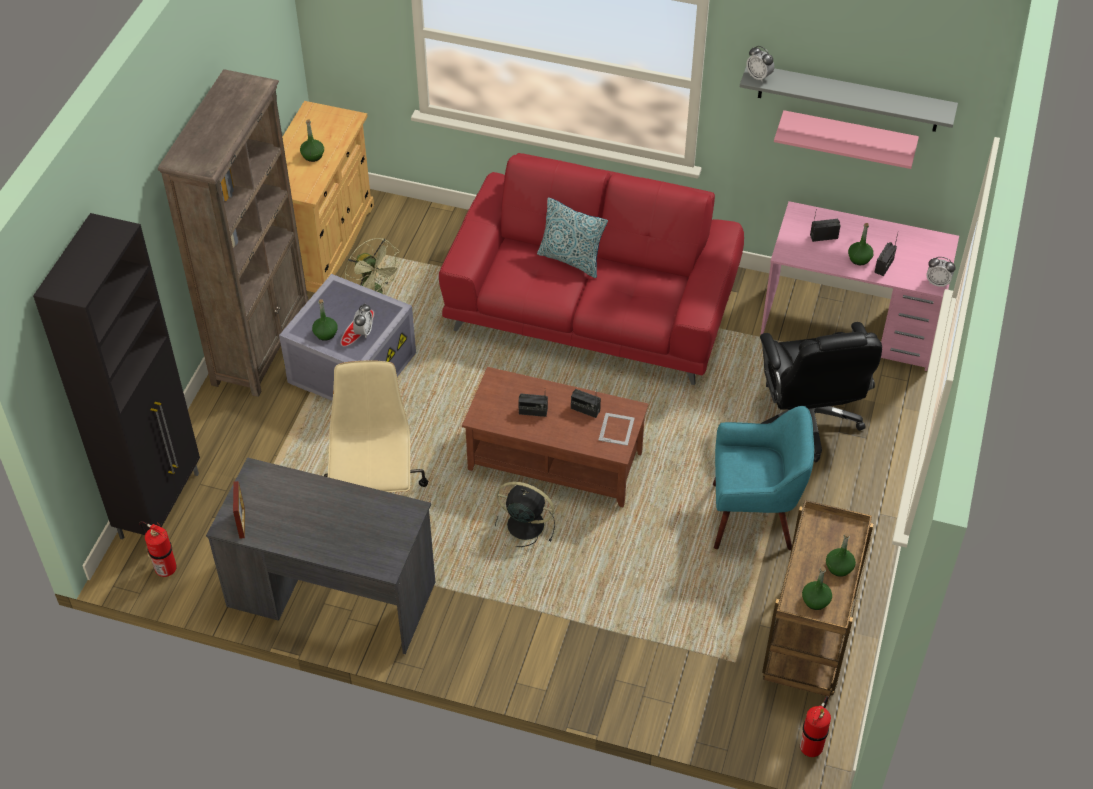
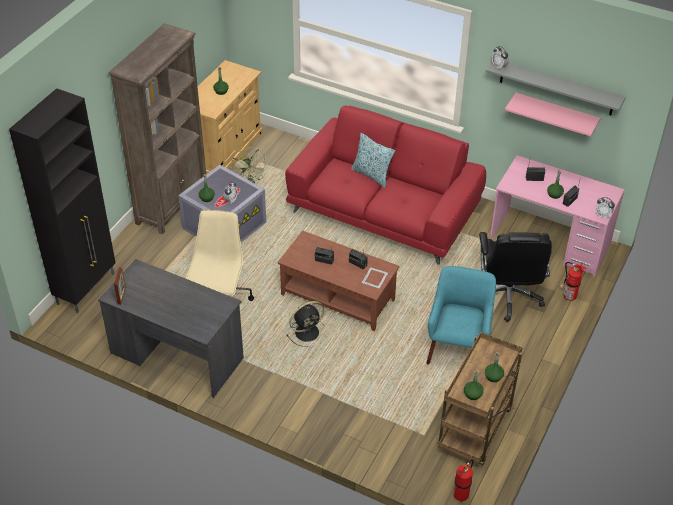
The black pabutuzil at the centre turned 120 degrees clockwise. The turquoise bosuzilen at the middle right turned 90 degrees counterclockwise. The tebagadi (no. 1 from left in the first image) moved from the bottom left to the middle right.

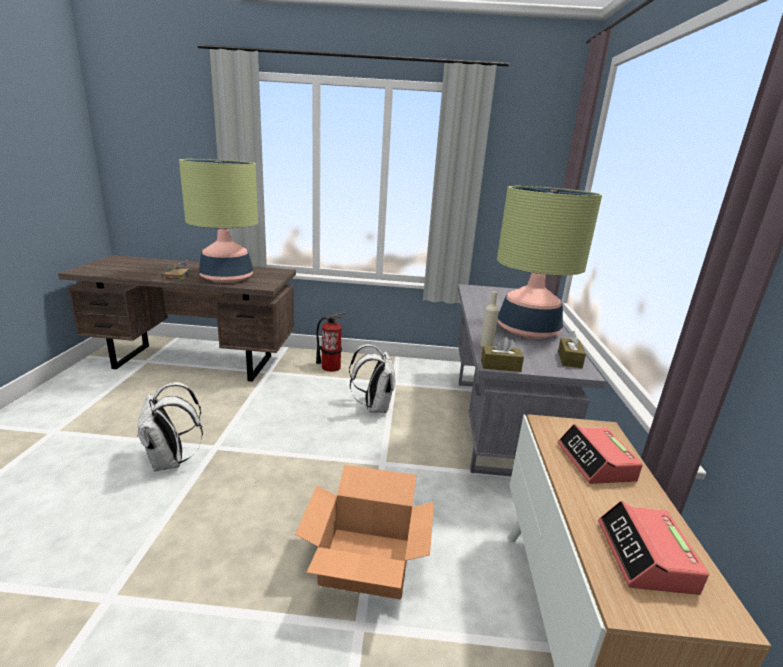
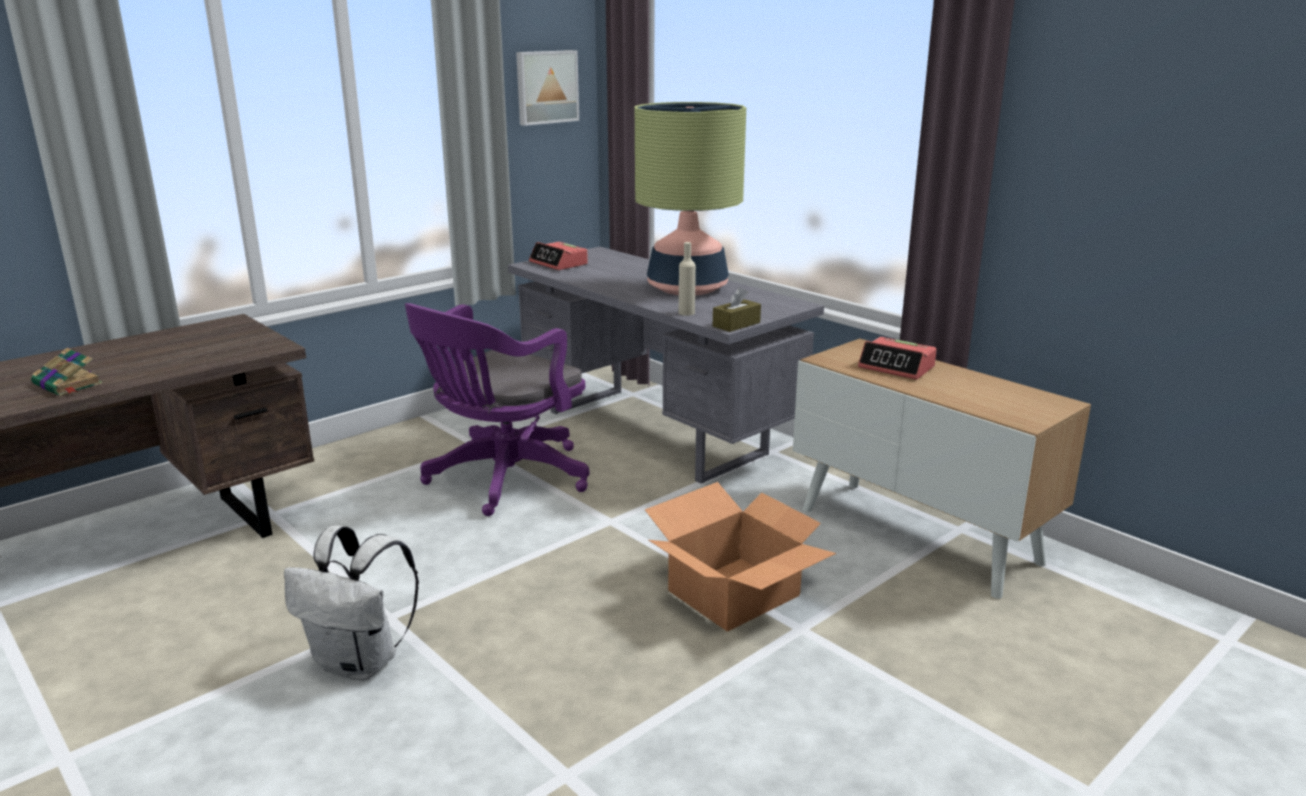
The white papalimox (no. 2 from left) at the centre was replaced by the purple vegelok at the centre. The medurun at the top centre appeared. The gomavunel (no. 2 from left in the first image) moved from the bottom right to the top centre. The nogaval (no. 1 from left) at the top left disappeared. The tebagadi at the centre disappeared. The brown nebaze (no. 2 from left) at the middle right disappeared.

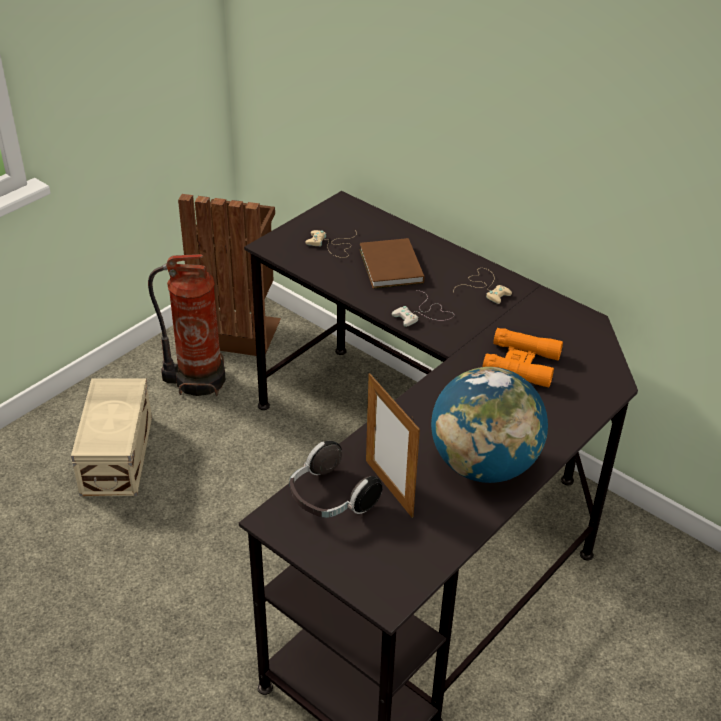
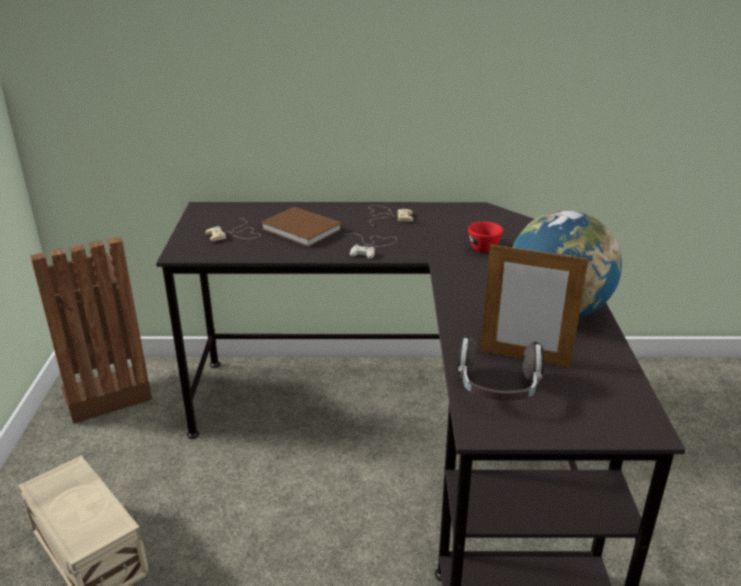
The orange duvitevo at the middle right was replaced by the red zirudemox at the centre. The tebagadi at the middle left disappeared.

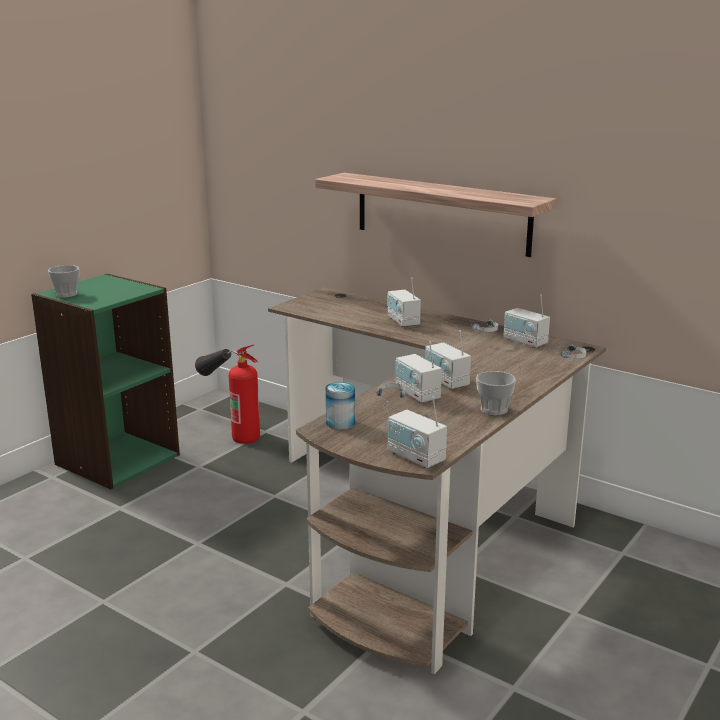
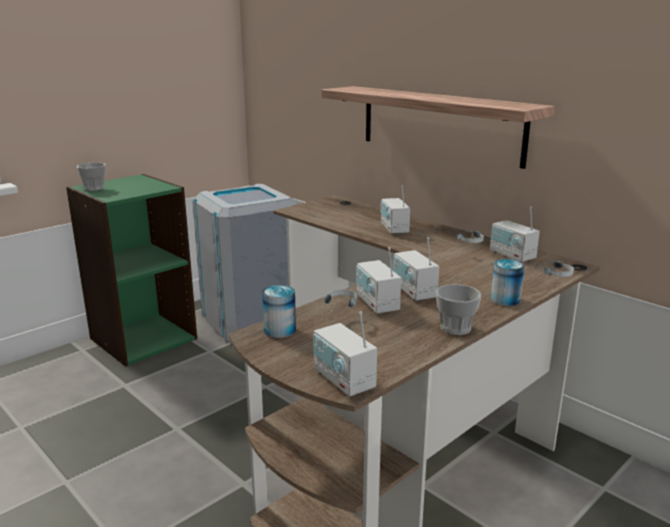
The tebagadi at the middle left was replaced by the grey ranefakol at the centre. The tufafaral (no. 2 from left) at the middle right appeared.

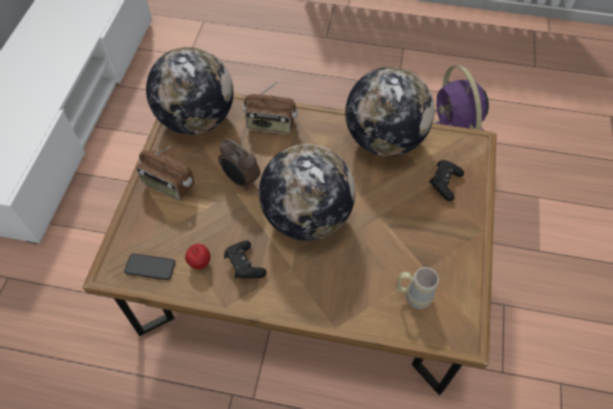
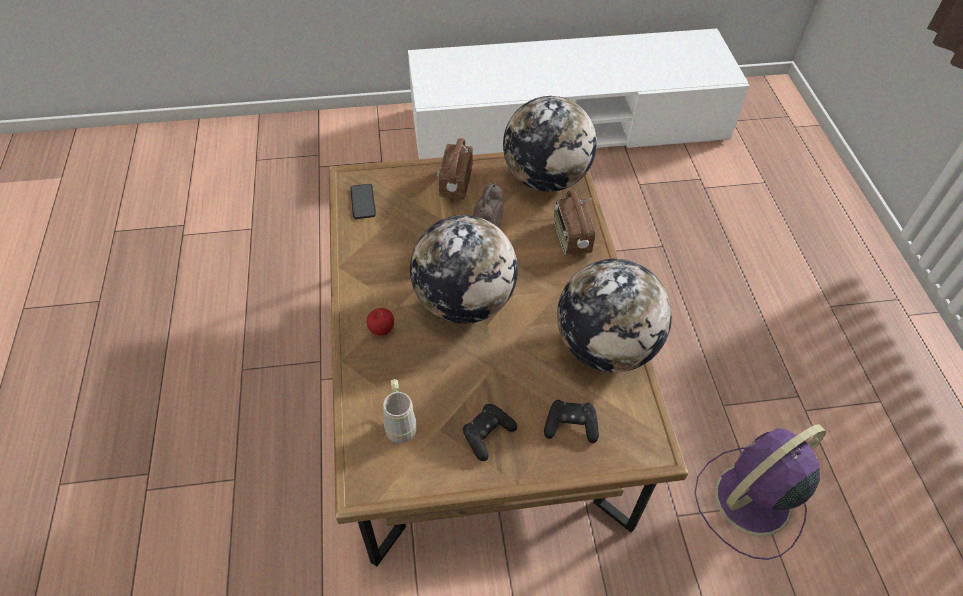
The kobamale moved from the middle left to the centre. The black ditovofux (no. 1 from left) moved from the centre to the bottom centre.

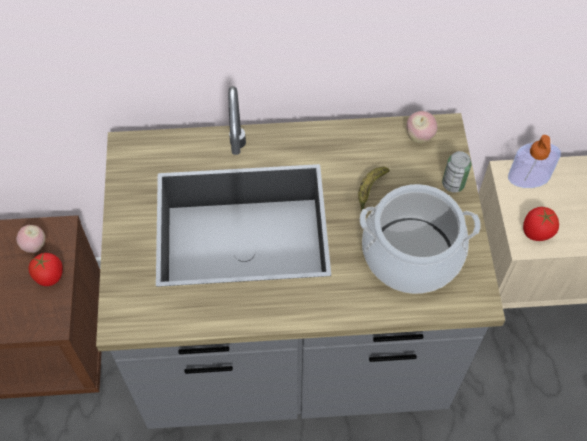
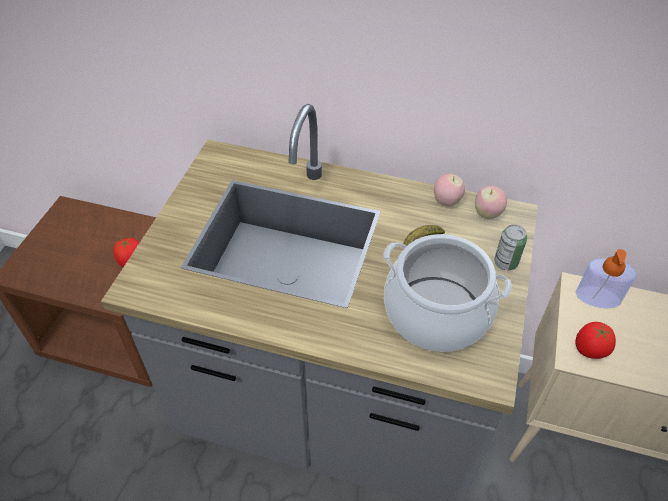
The kobamale (no. 1 from left) moved from the middle left to the middle right.

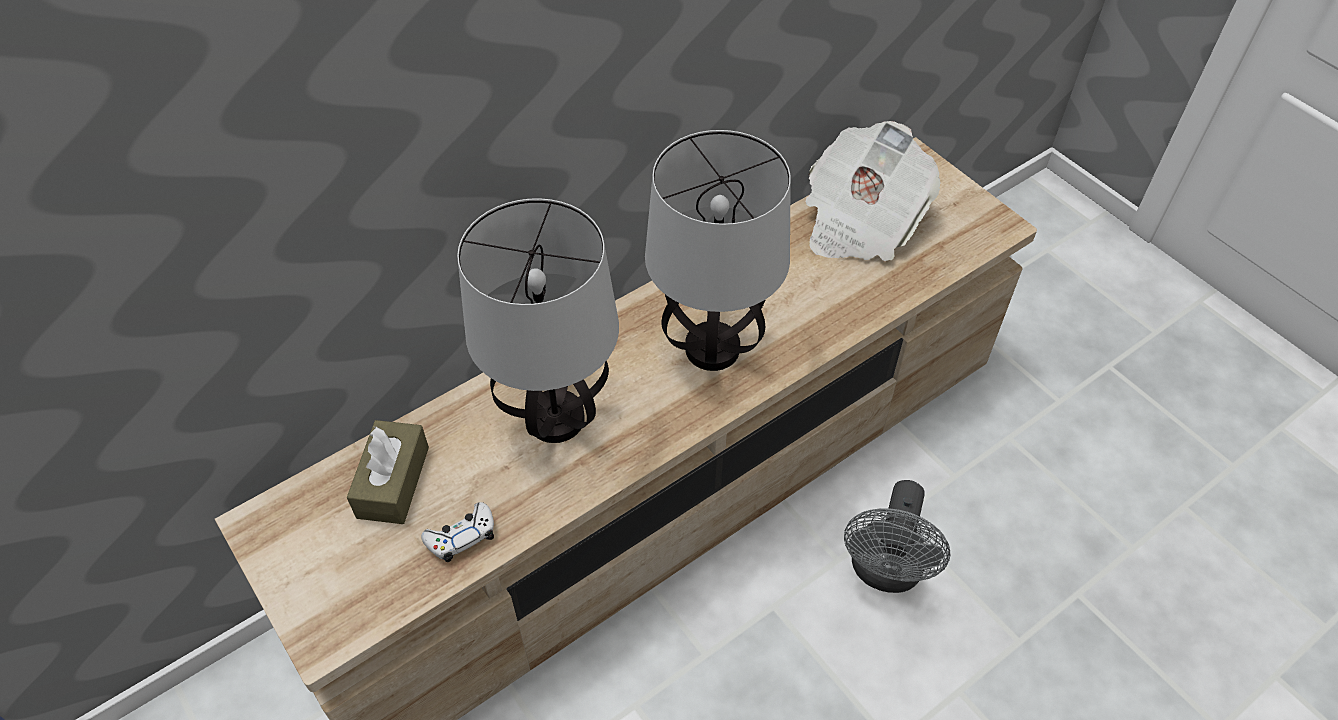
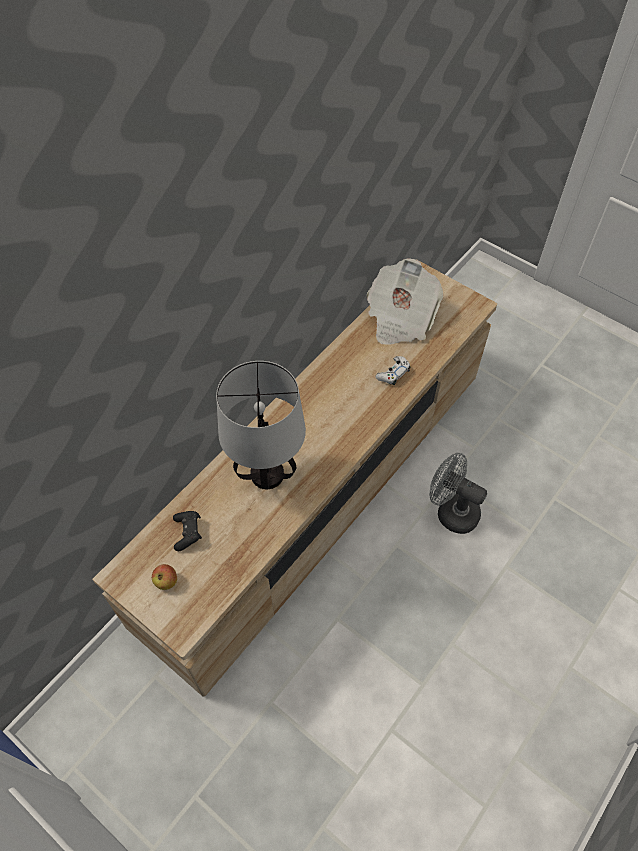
The kobamale at the bottom left appeared. The brown nebaze at the middle left was replaced by the black ditovofux at the middle left. The white ditovofux moved from the bottom centre to the centre. The grey pabutuzil at the bottom right turned 120 degrees clockwise. The nogaval (no. 2 from left) at the centre disappeared.

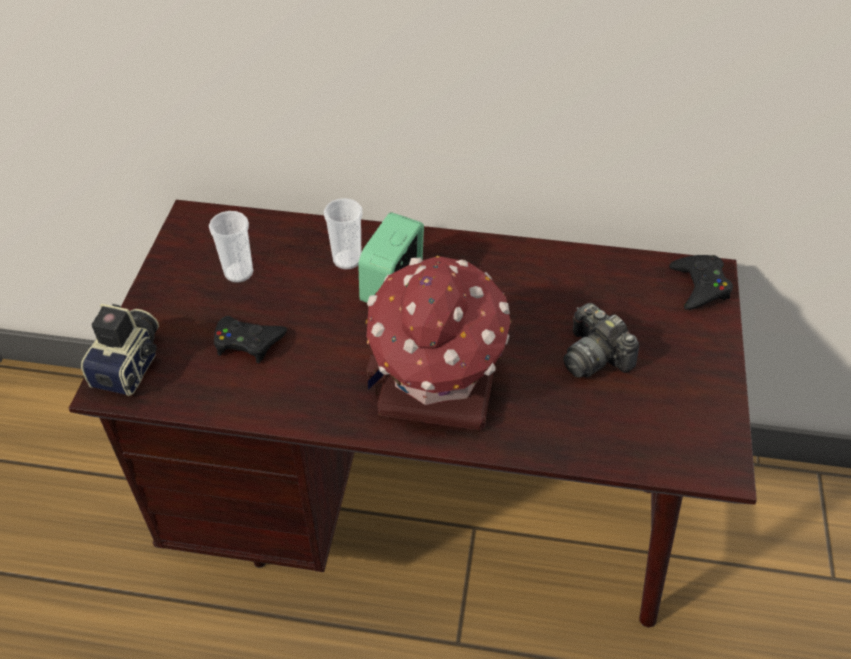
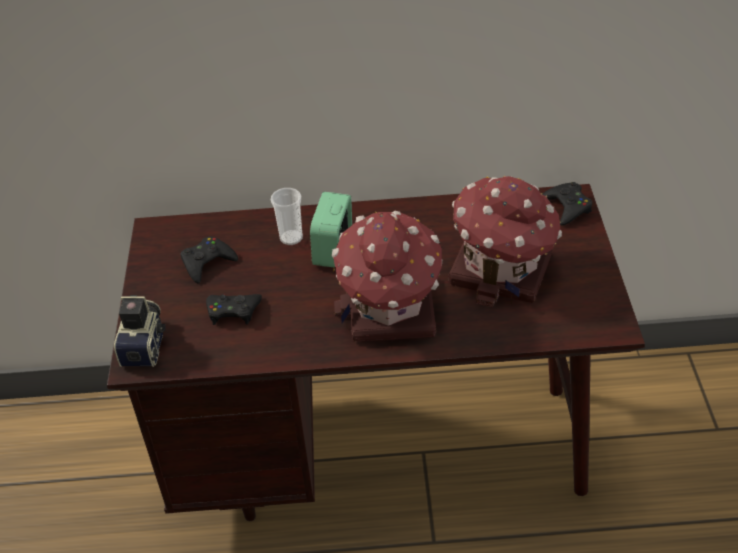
The zirudemox (no. 1 from left) at the middle left was replaced by the black ditovofux (no. 1 from left) at the middle left. The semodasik (no. 2 from left) at the middle right was replaced by the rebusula (no. 2 from left) at the middle right.

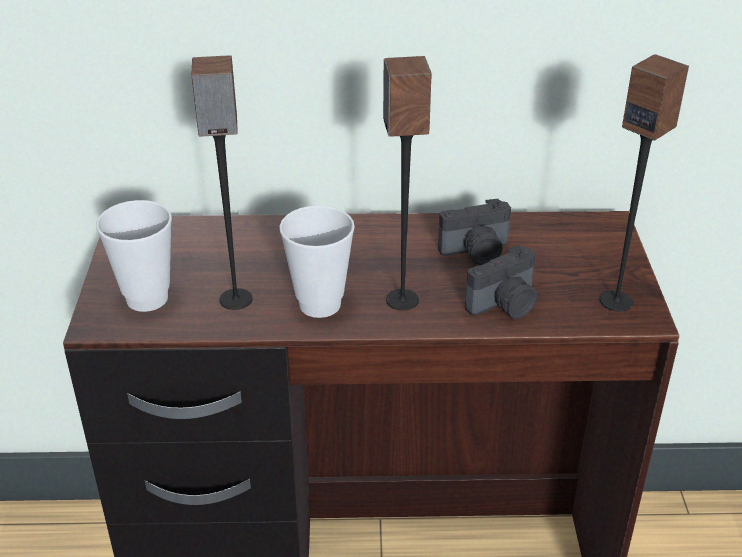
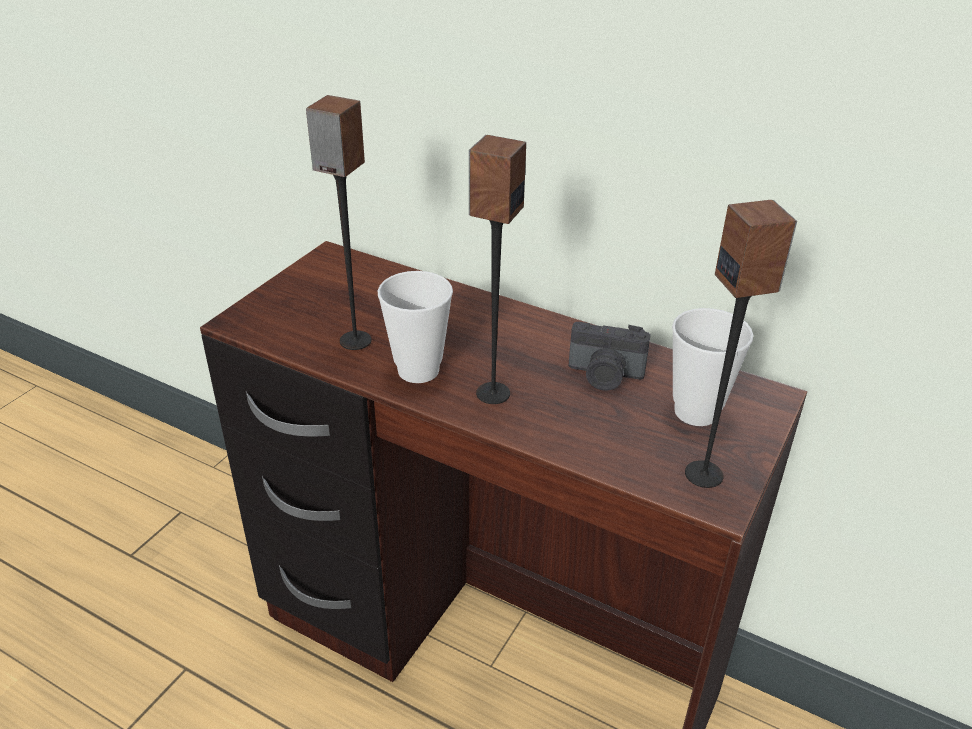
The zirudemox (no. 1 from left in the first image) moved from the middle left to the middle right. The semodasik (no. 2 from left) at the middle right disappeared.

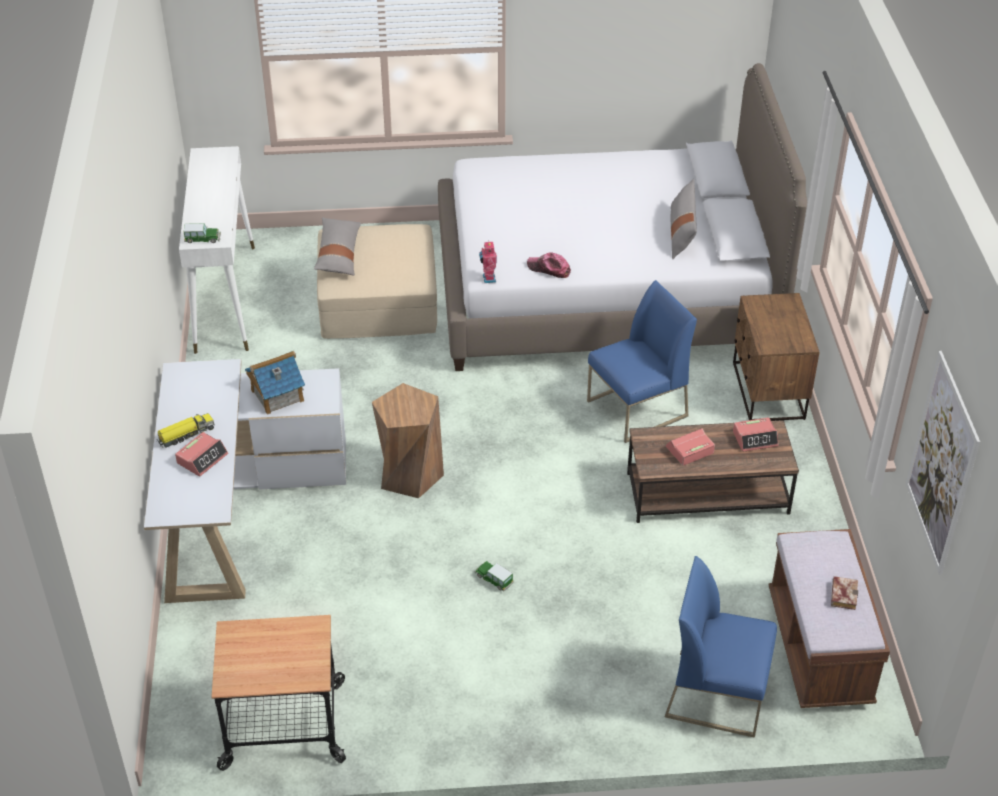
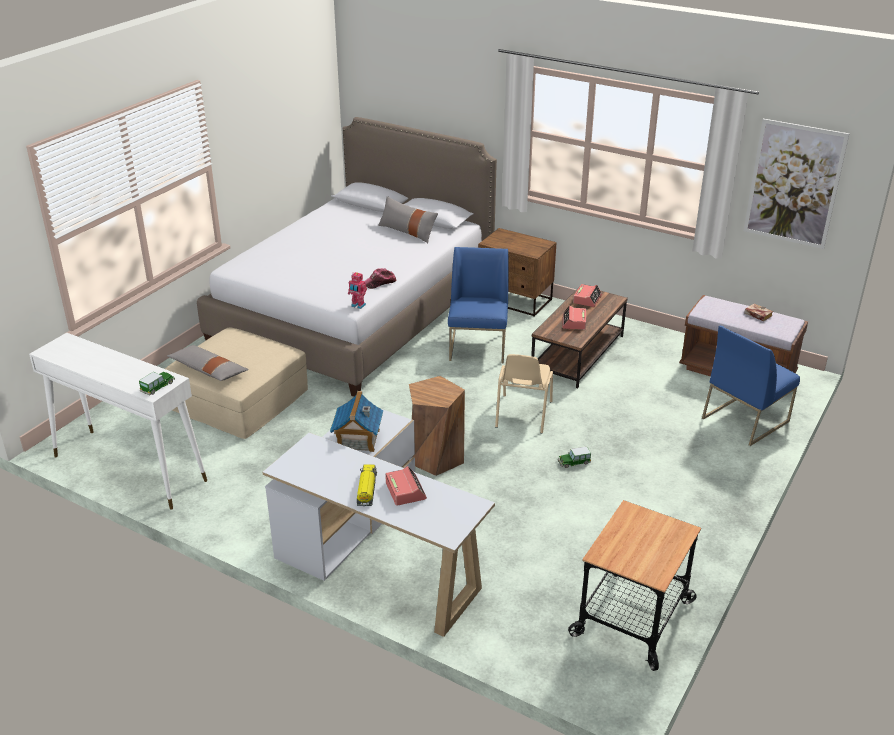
The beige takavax at the centre appeared.

